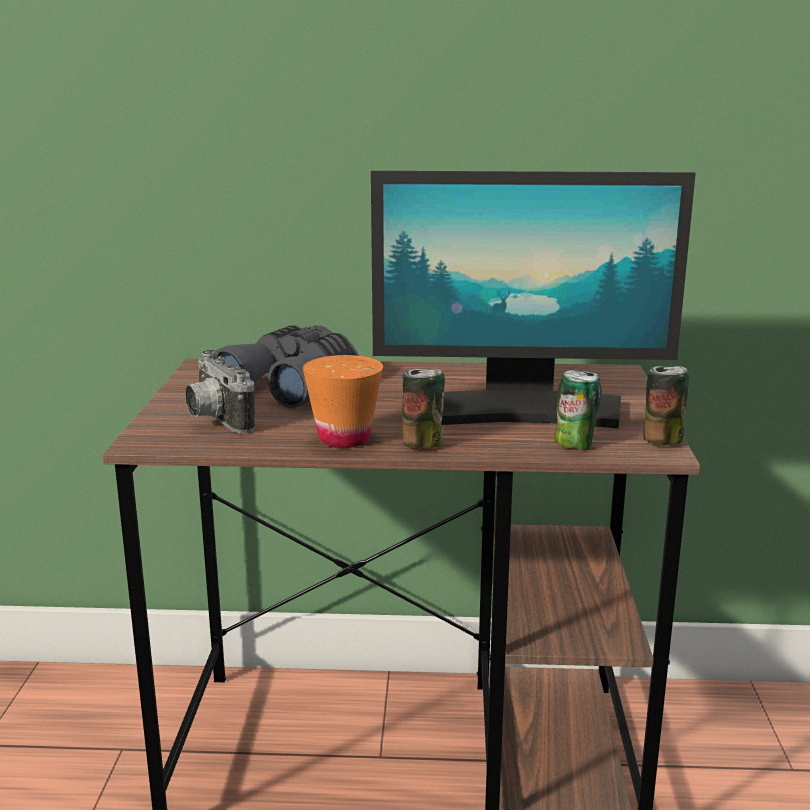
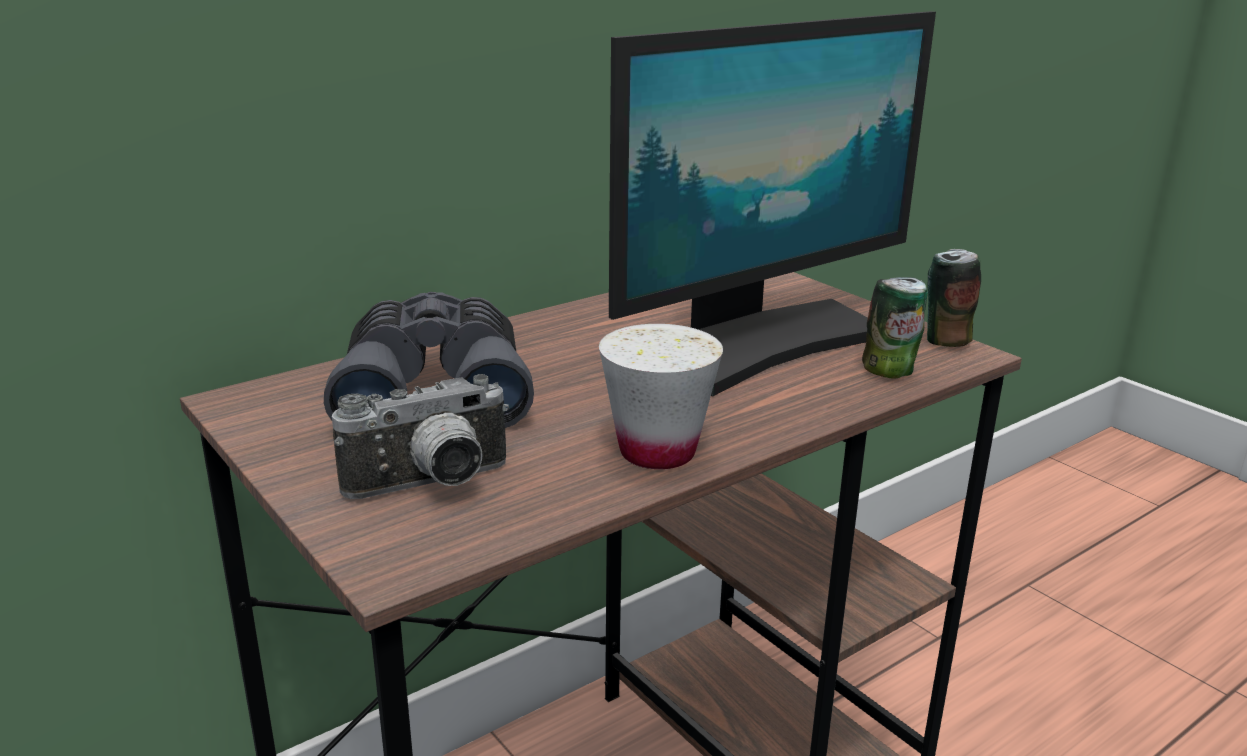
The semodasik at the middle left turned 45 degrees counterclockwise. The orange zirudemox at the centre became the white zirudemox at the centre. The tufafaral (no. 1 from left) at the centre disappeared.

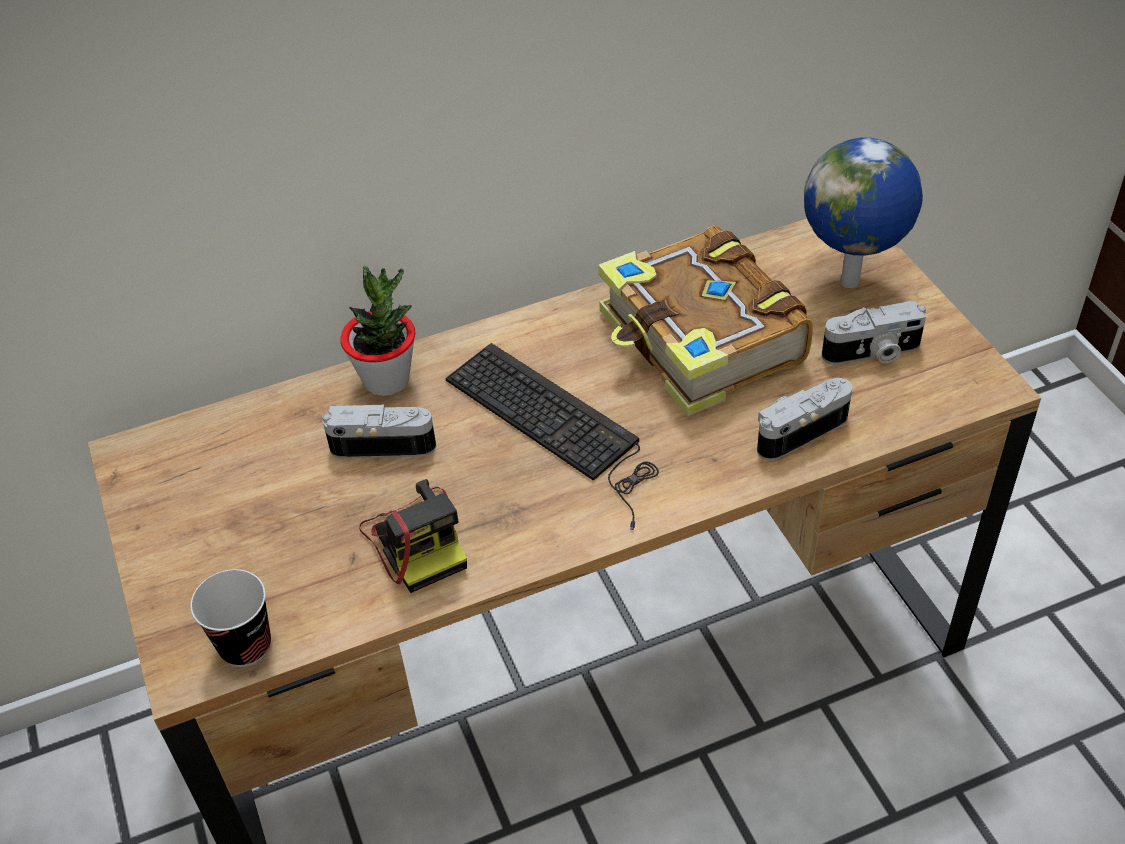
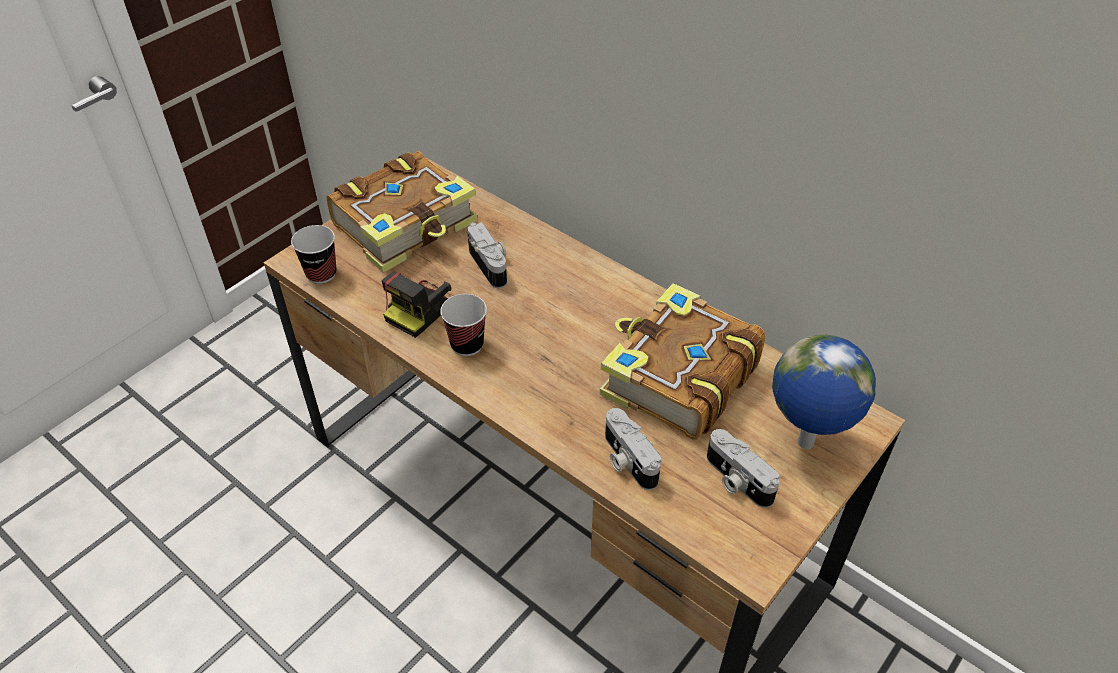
The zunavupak (no. 1 from left) at the top centre appeared. The zirudemox (no. 2 from left) at the centre appeared. The semodasik (no. 3 from left) at the middle right turned 150 degrees counterclockwise. The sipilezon at the centre disappeared. The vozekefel at the centre disappeared.

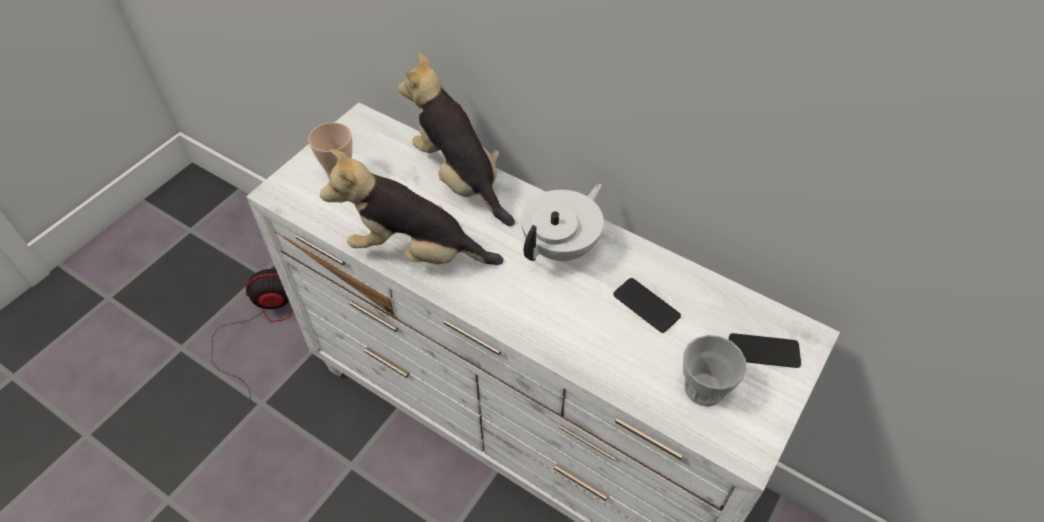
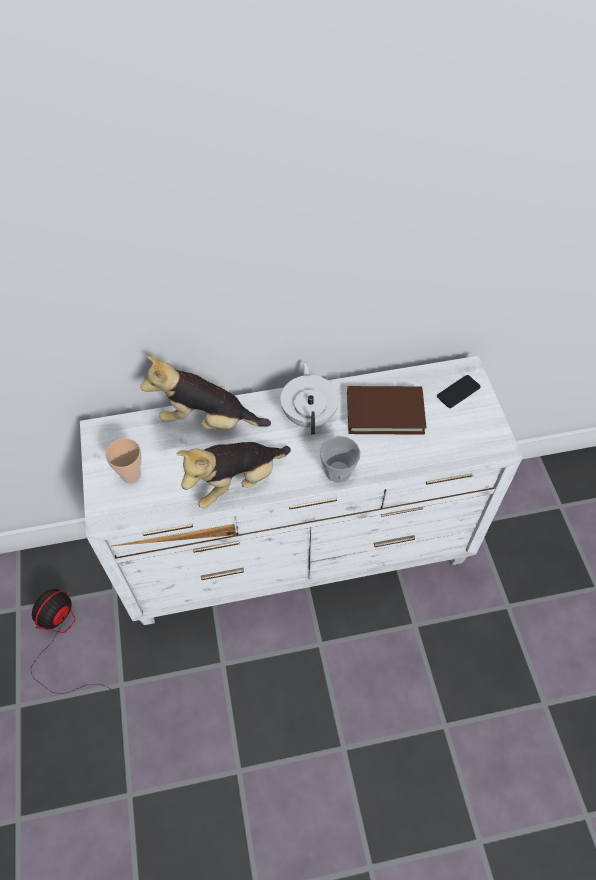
The zirudemox (no. 2 from left) moved from the bottom right to the centre. The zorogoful (no. 1 from left) at the centre was replaced by the brown zunavupak at the centre.

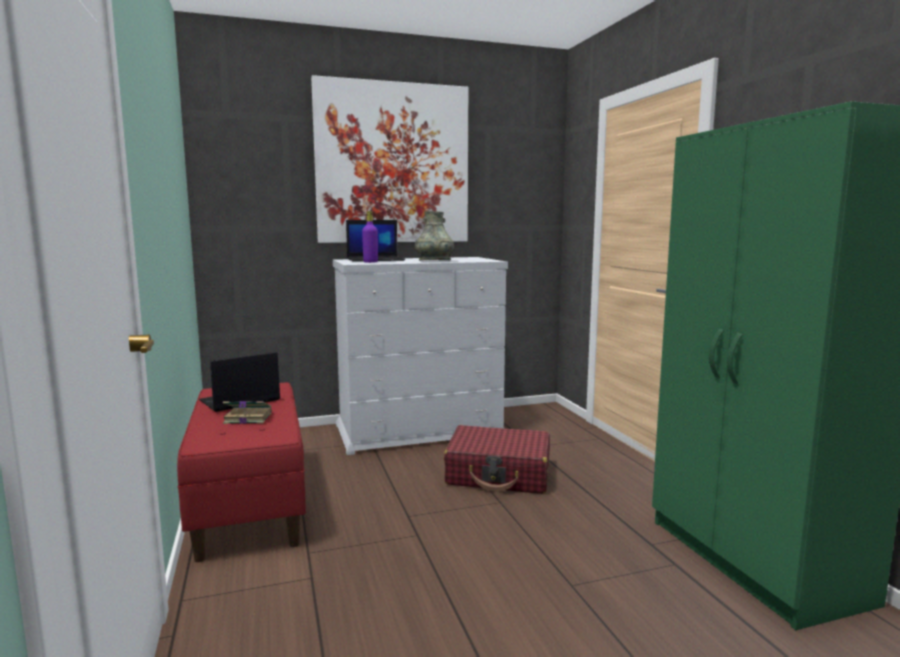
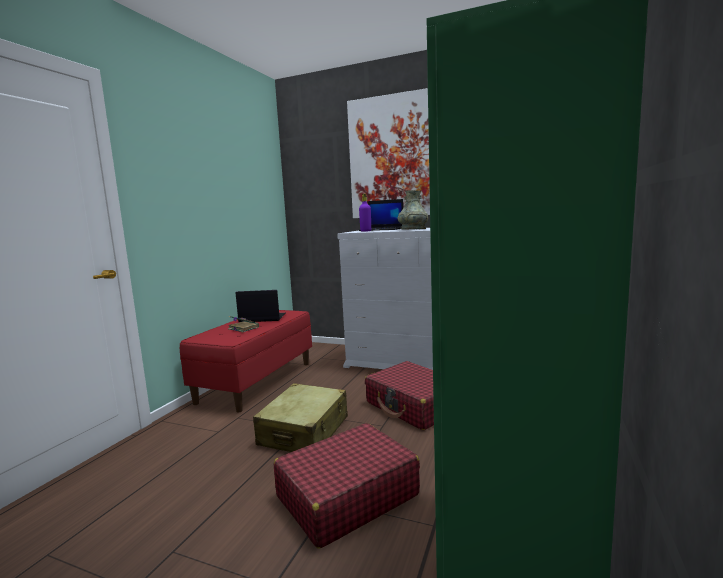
The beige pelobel at the bottom centre appeared. The red pelobel (no. 1 from left) at the bottom centre appeared.

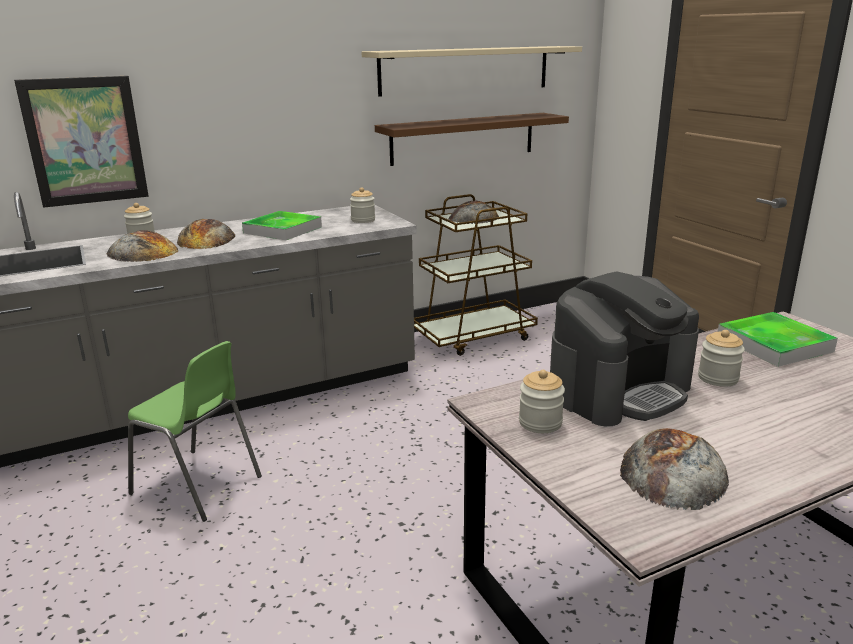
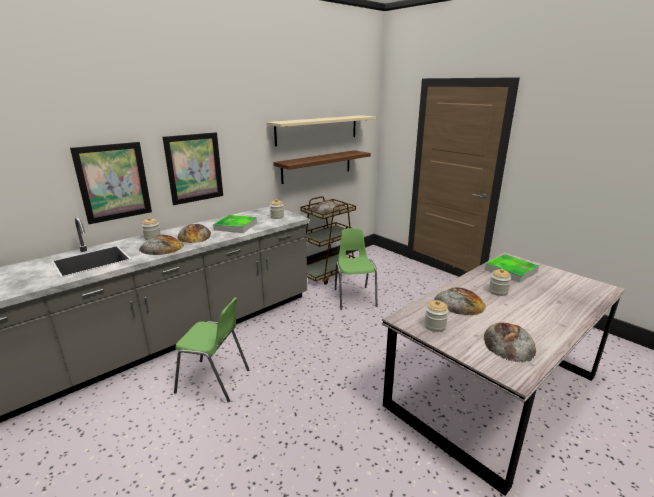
The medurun (no. 2 from left) at the middle left appeared. The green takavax (no. 2 from left) at the centre appeared. The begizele at the middle right was replaced by the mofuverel (no. 4 from left) at the middle right.

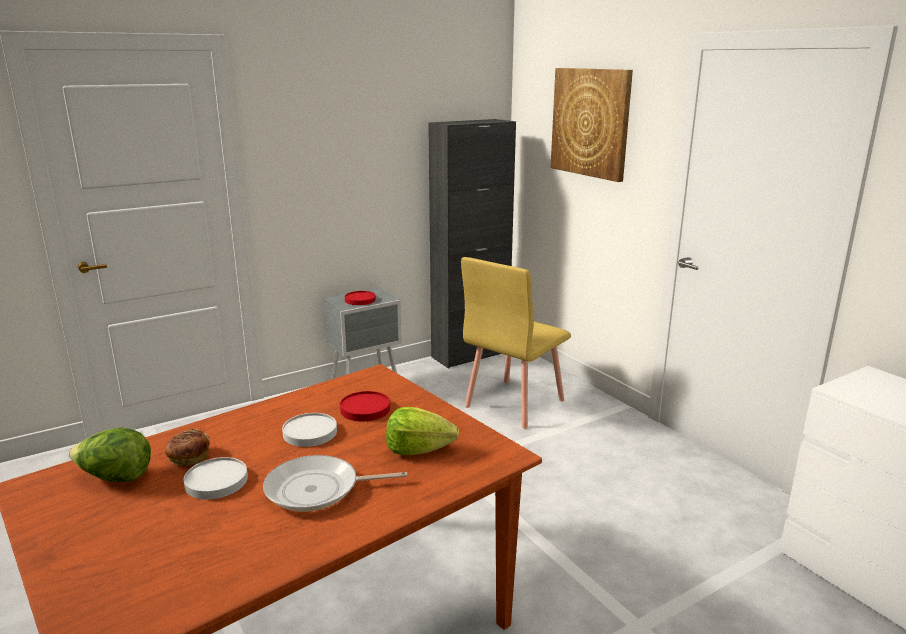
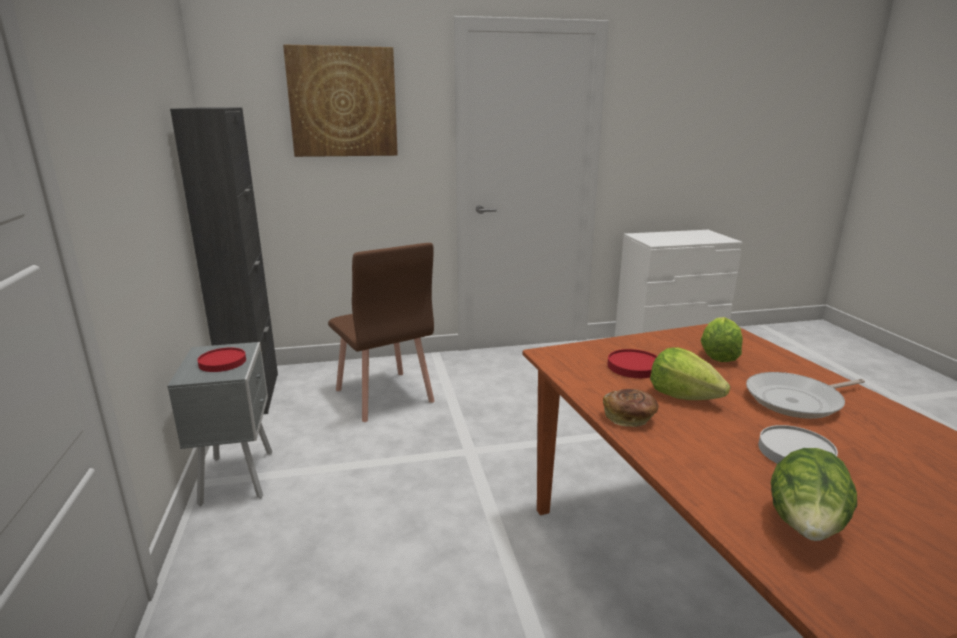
The yellow takavax at the centre became the brown takavax at the centre. The mofuverel moved from the bottom left to the centre. The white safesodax (no. 2 from left) at the bottom centre was replaced by the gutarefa (no. 1 from left) at the middle right. The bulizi at the bottom centre turned 60 degrees clockwise.

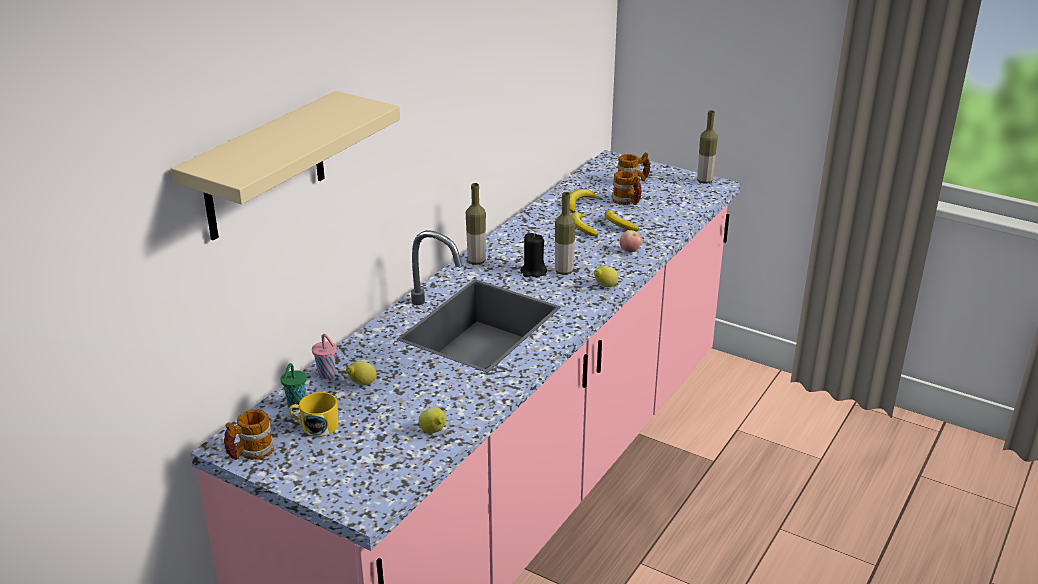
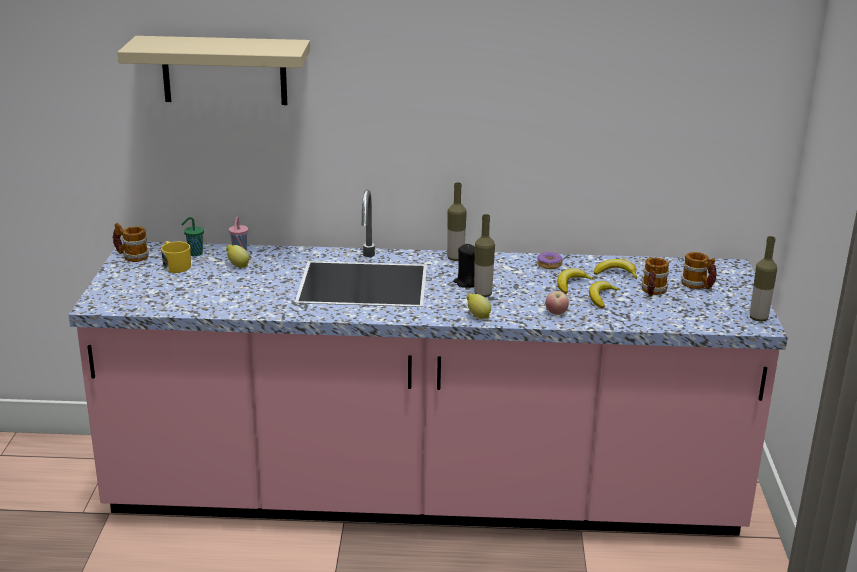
The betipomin at the centre appeared. The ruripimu (no. 2 from left) at the bottom centre disappeared.

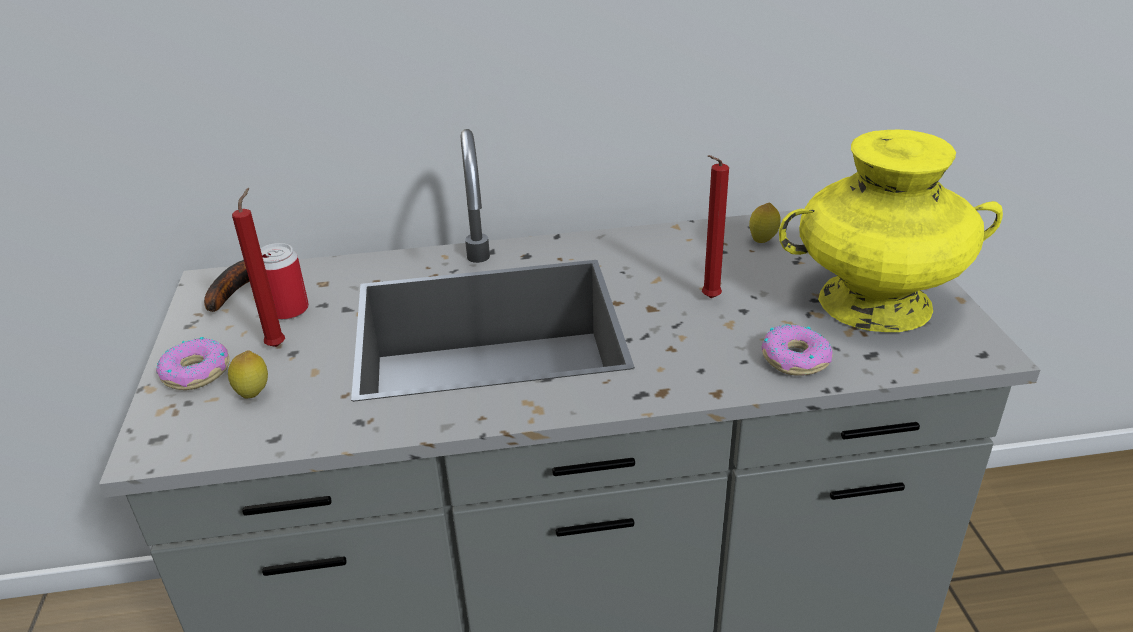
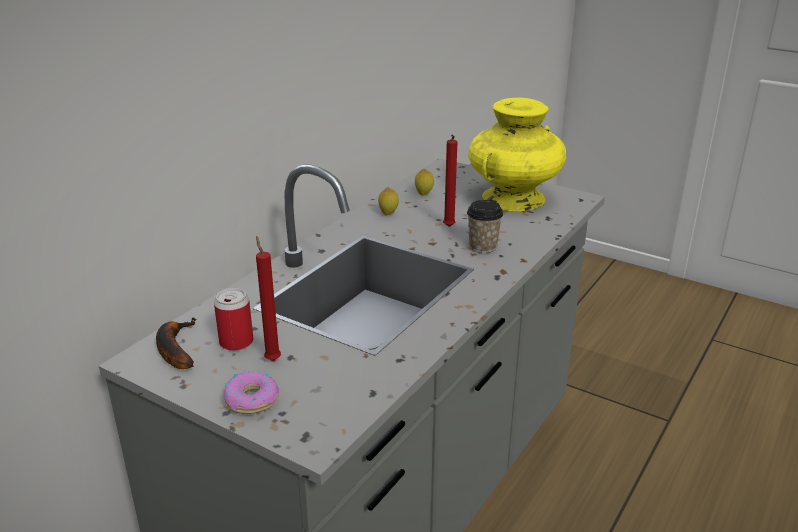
The ruripimu (no. 1 from left) moved from the middle left to the centre. The zirudemox at the centre appeared. The betipomin (no. 2 from left) at the middle right disappeared.

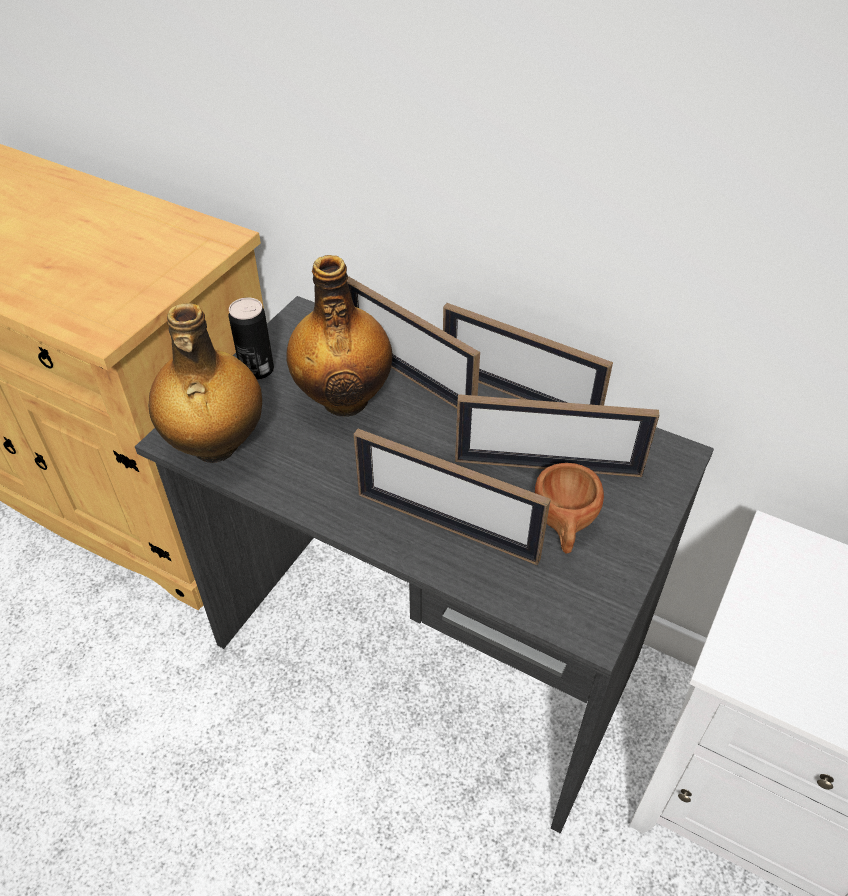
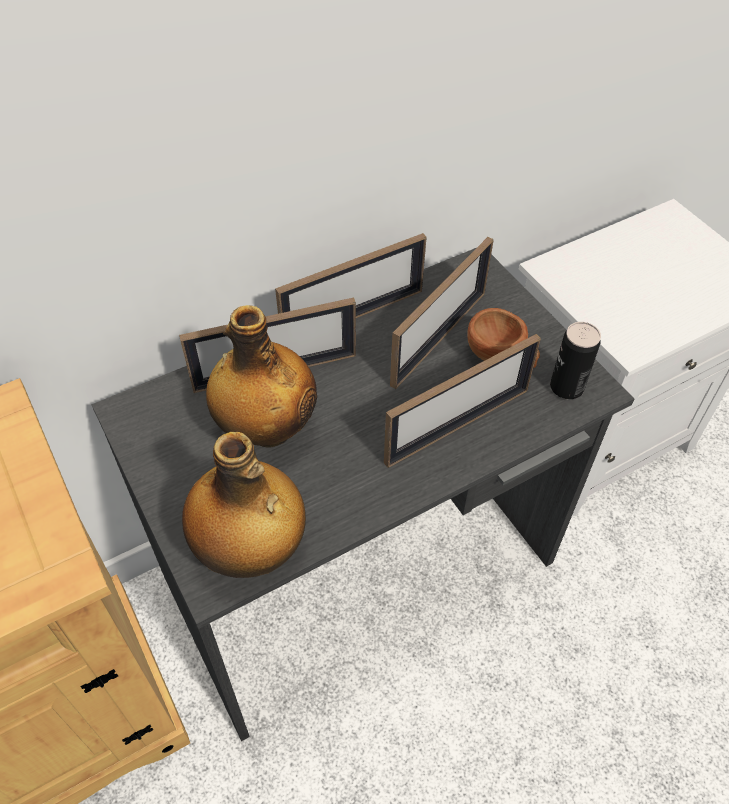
The tufafaral moved from the middle left to the middle right.

